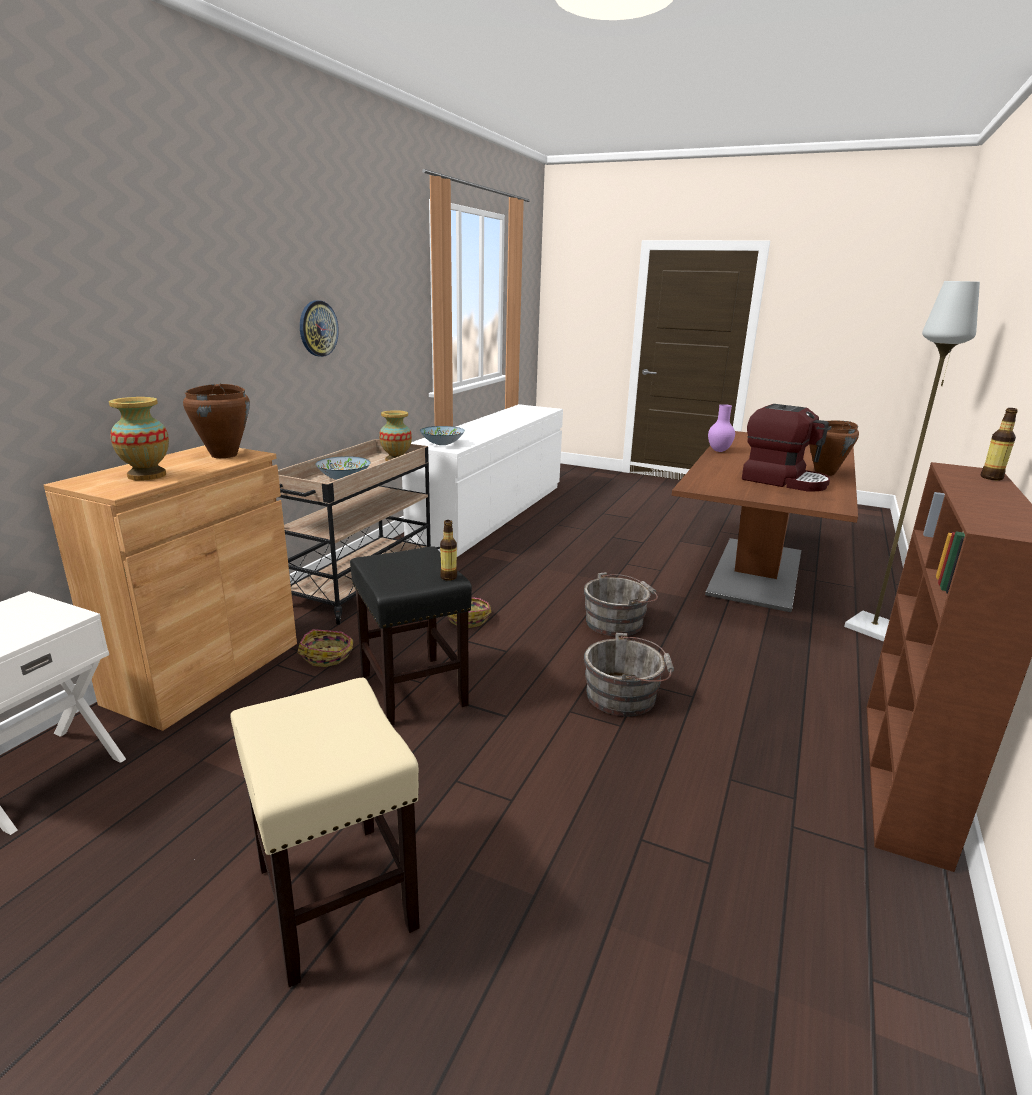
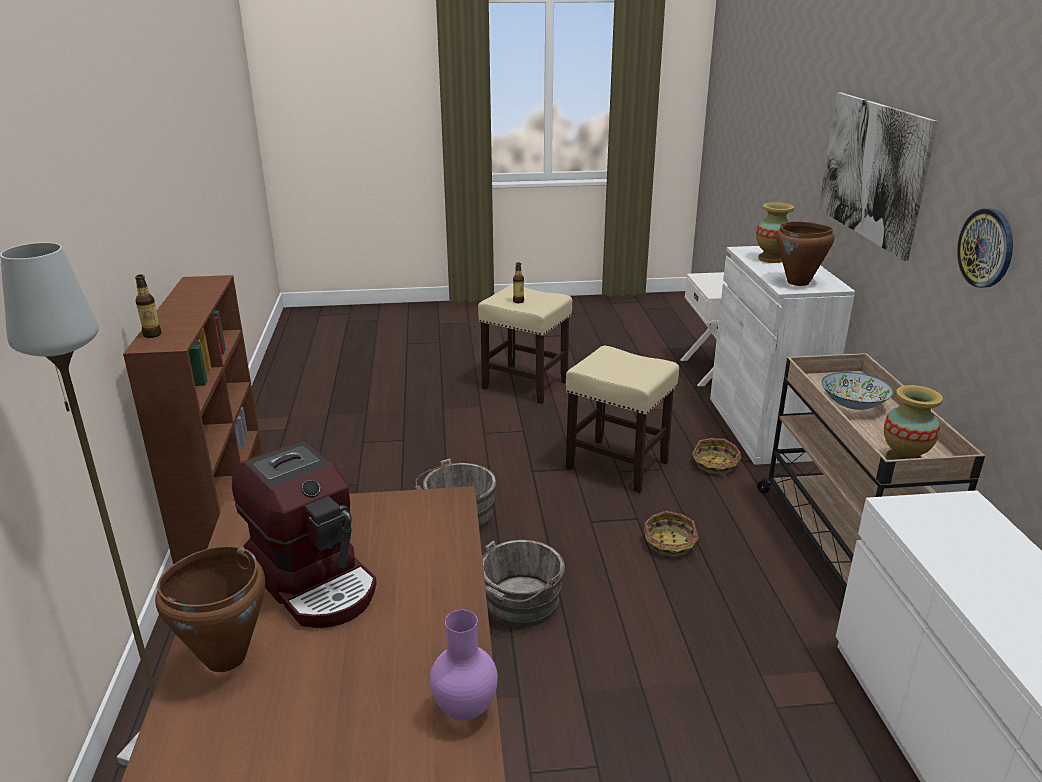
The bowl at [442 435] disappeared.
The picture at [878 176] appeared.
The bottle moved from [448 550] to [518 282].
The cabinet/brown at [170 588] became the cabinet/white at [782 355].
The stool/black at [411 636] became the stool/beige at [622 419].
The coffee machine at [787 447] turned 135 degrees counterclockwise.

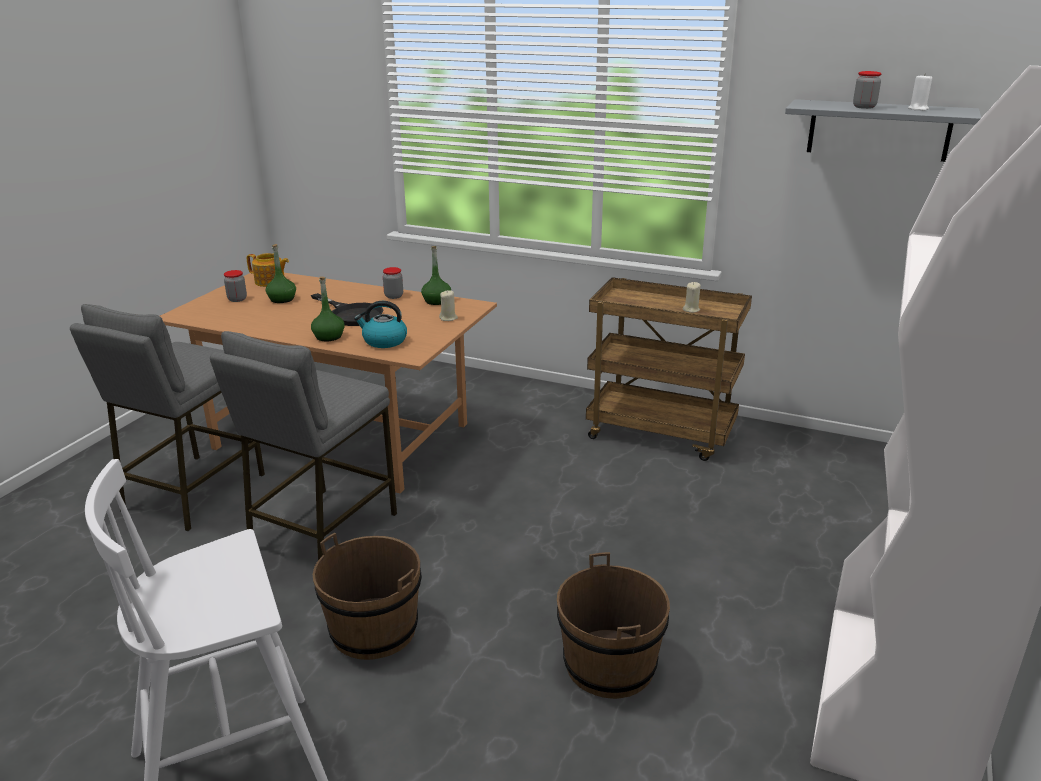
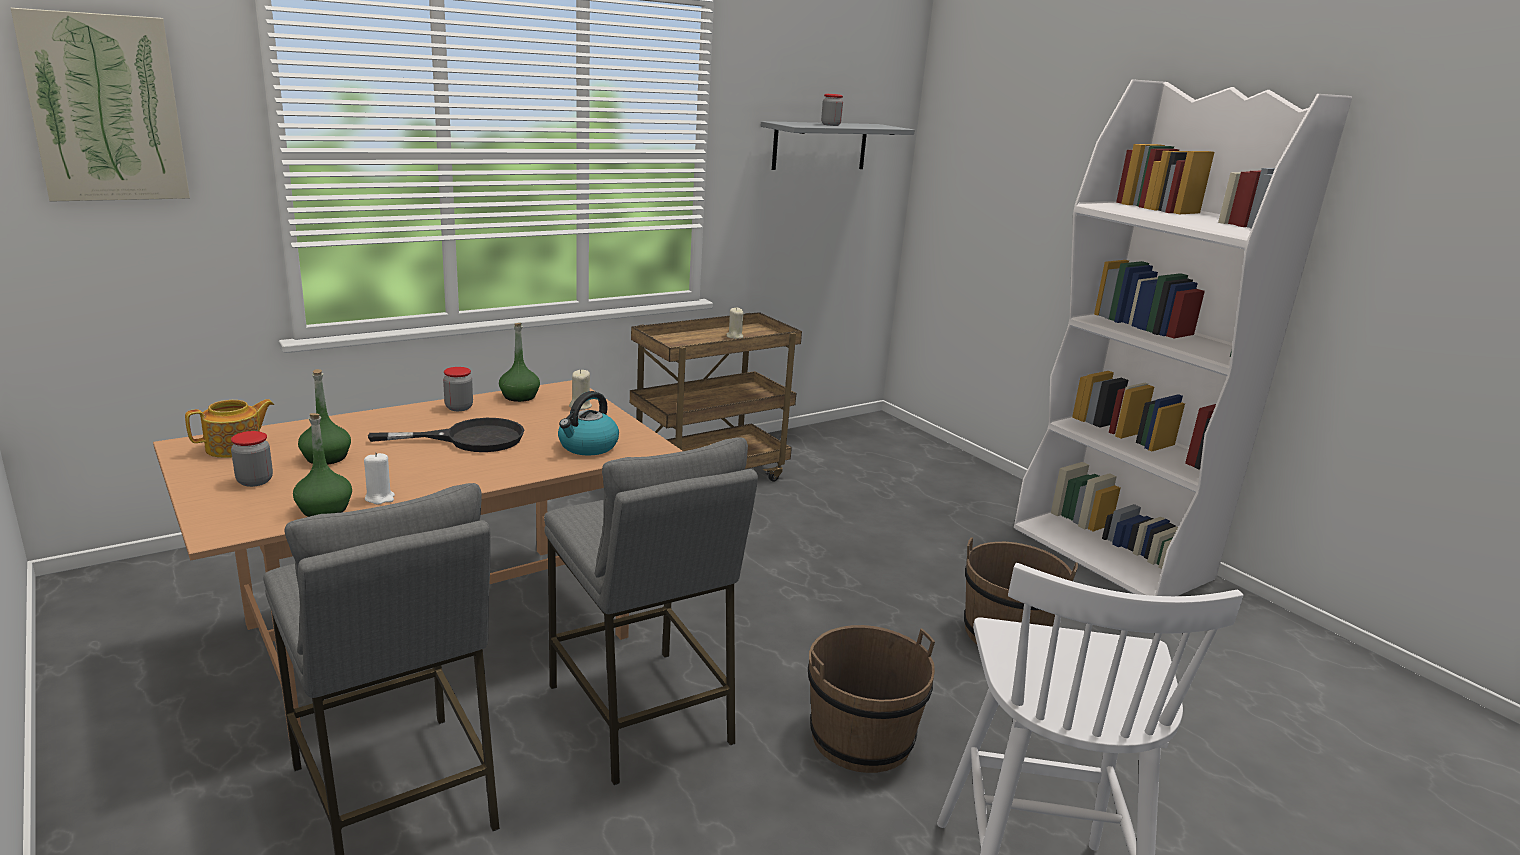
The picture at [100 105] appeared.
The bottle/green moved from [328 308] to [322 465].
The candle/white moved from [920 93] to [379 478].

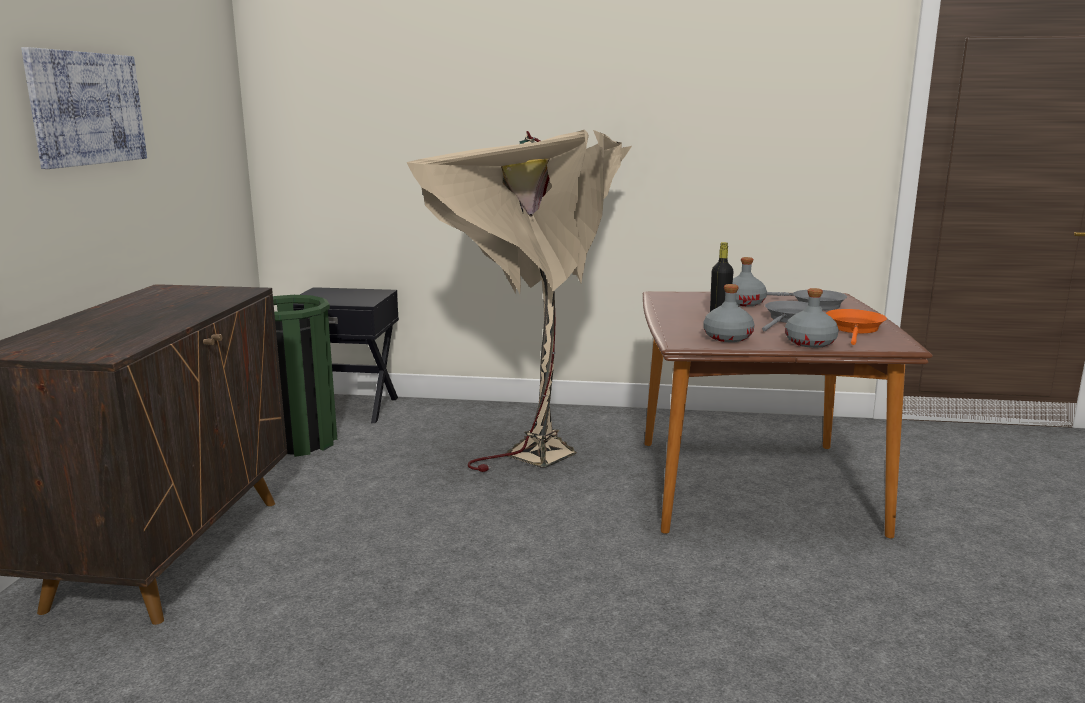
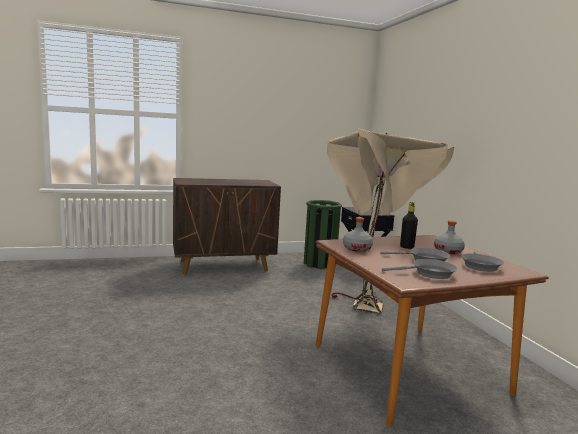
The picture at [84 108] disappeared.
The bottle/grey at [812 318] disappeared.
The frying pan/orange at [856 327] became the frying pan/grey at [419 269].

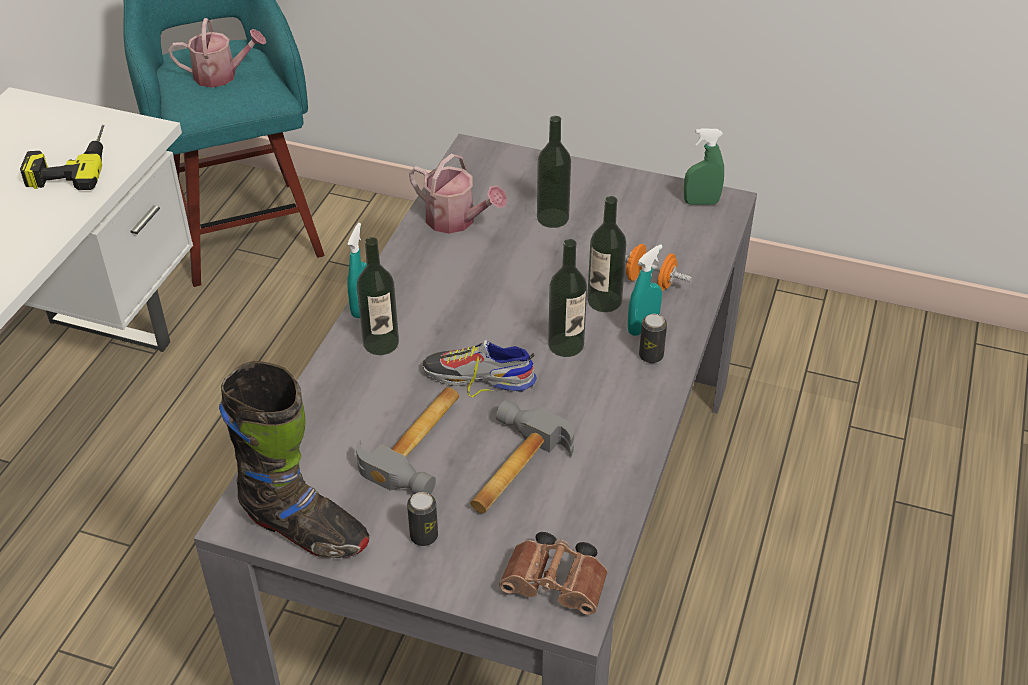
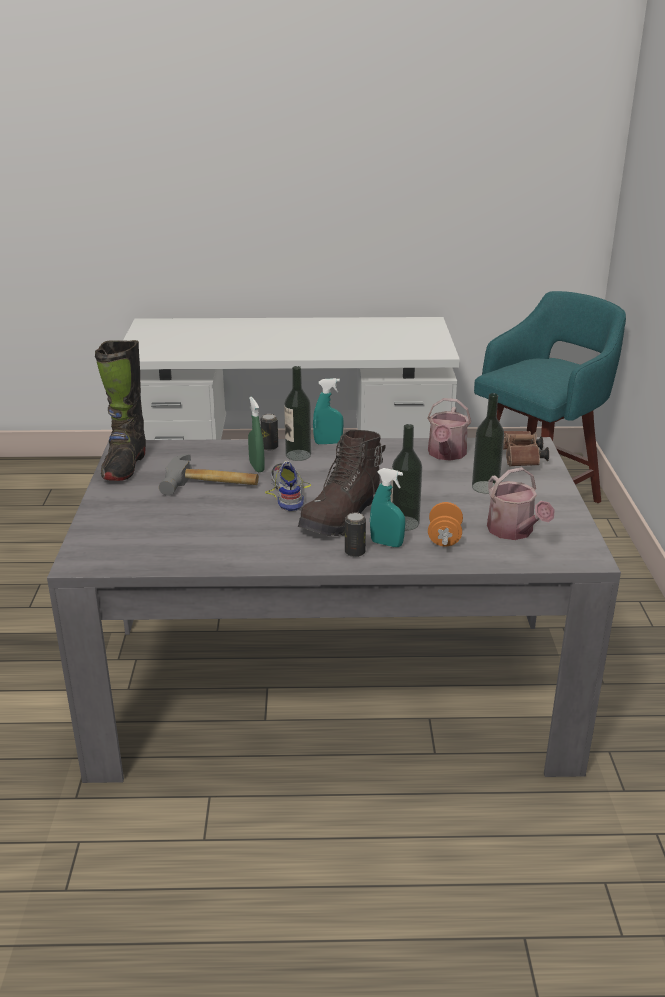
The power drill at [62 157] disappeared.
The hammer at [522 457] disappeared.
The watering can moved from [217 53] to [521 503].
The can moved from [422 519] to [269 432].
The binoculars/brown moved from [553 573] to [526 449].
The spray bottle/green moved from [704 167] to [256 435].
The bottle at [567 298] was replaced by the boot/brown at [342 483].

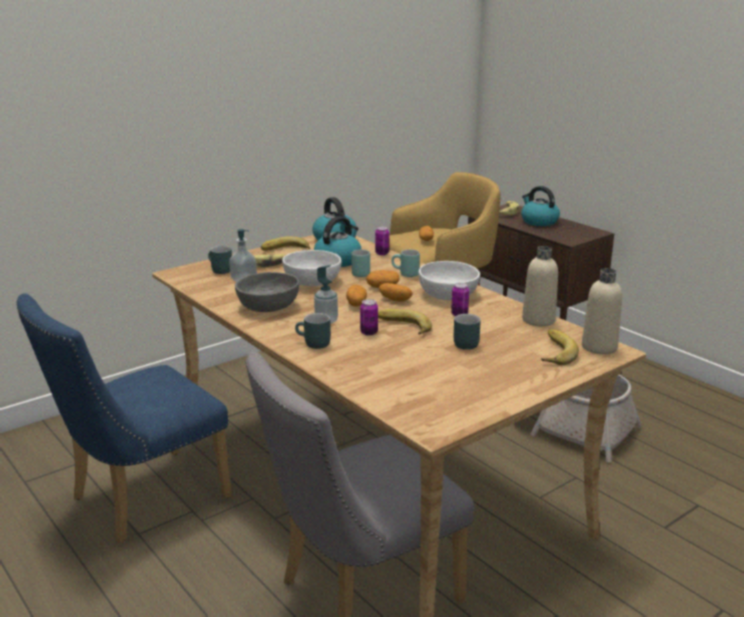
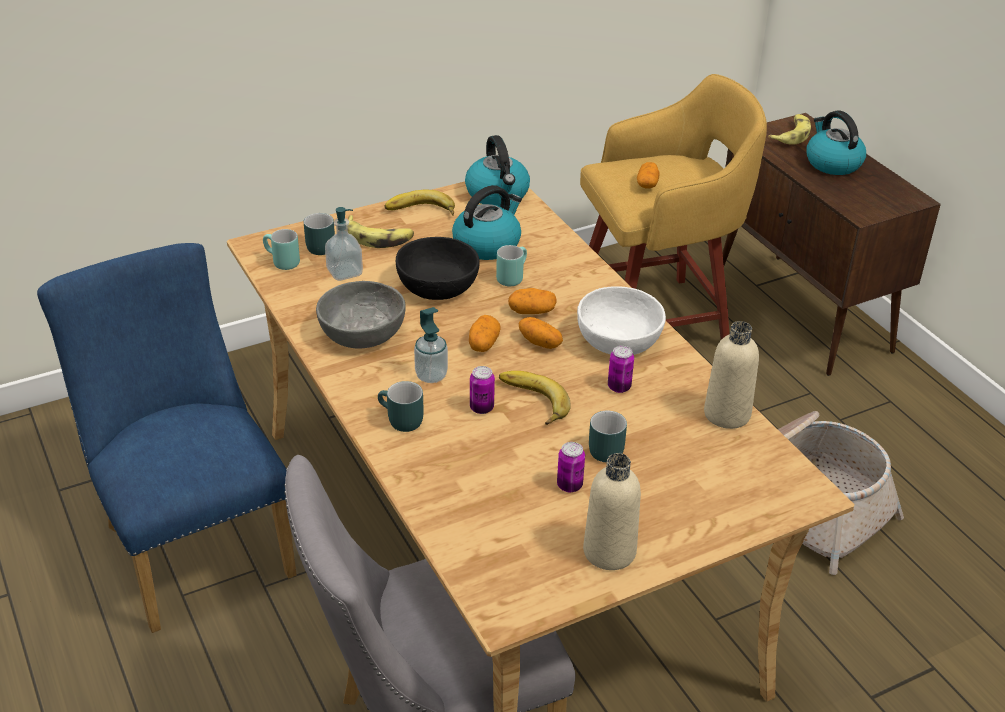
The banana at [560 347] disappeared.
The can moved from [382 240] to [571 467].
The mug/turquoise moved from [405 263] to [281 249].
The bottle/beige moved from [602 311] to [612 511].
The bowl/white at [312 268] became the bowl/black at [438 268].
The chair/blue at [124 418] turned 90 degrees clockwise.

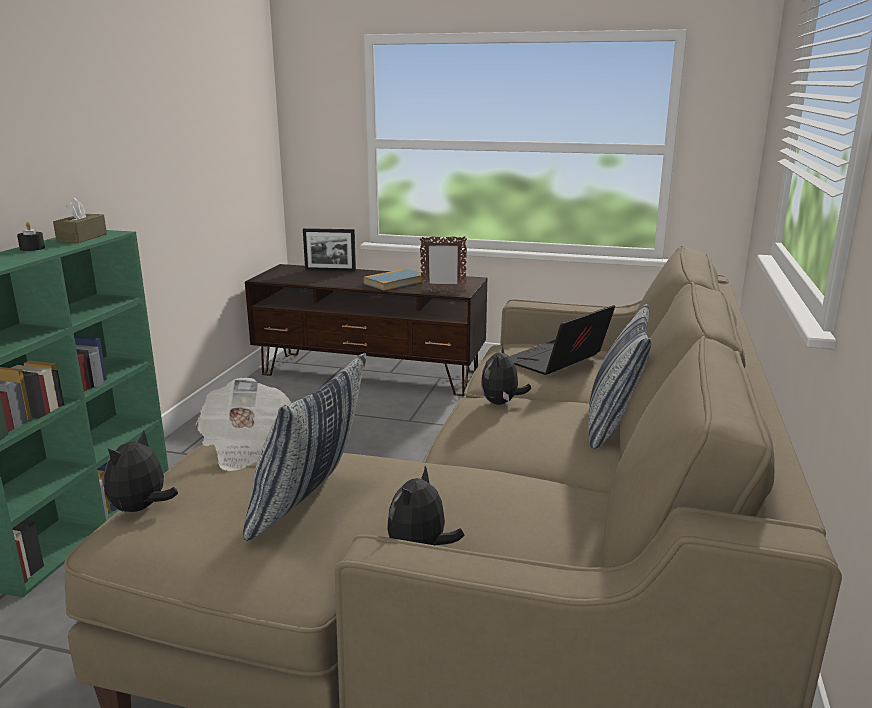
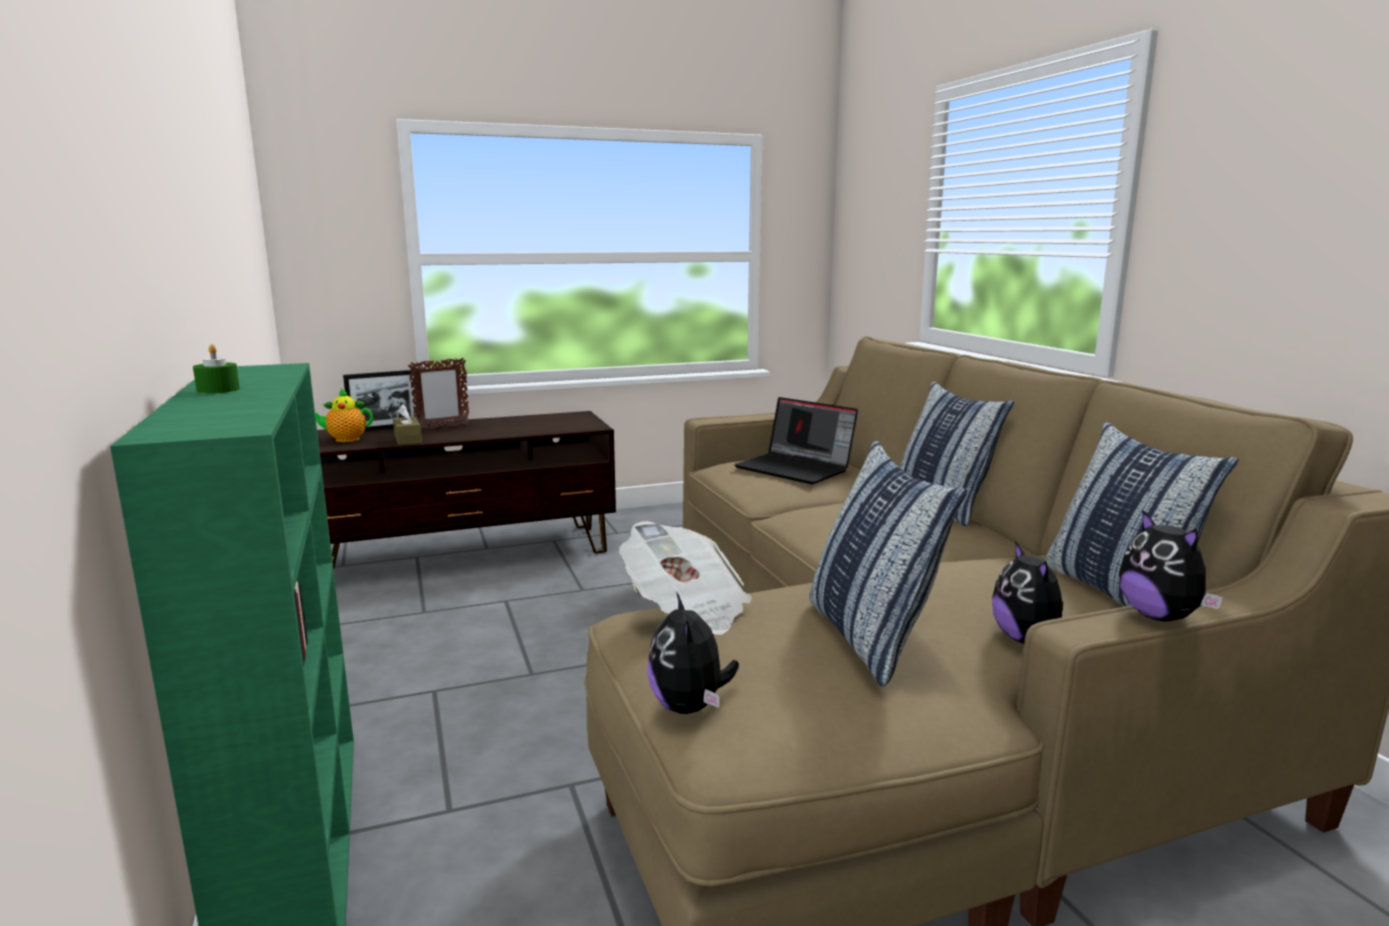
The book at [394 279] disappeared.
The teapot at [344 415] appeared.
The pillow at [1141 514] appeared.
The tissue box/brown moved from [80 220] to [407 424].
The picture frame moved from [443 264] to [439 393].
The plush toy moved from [506 375] to [1171 565].
The candle/black at [31 236] became the candle/green at [216 369].
The laptop at [562 340] turned 60 degrees counterclockwise.

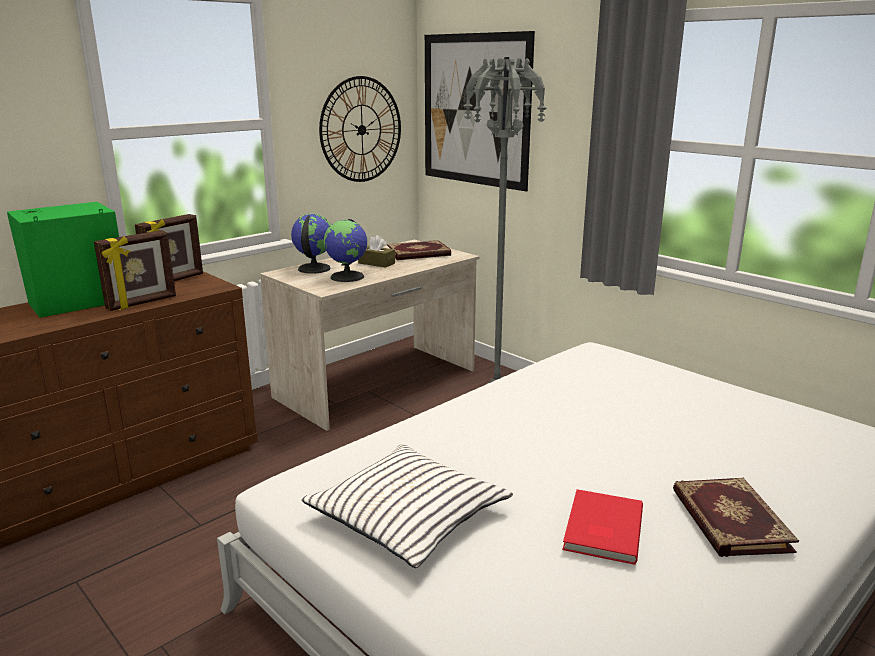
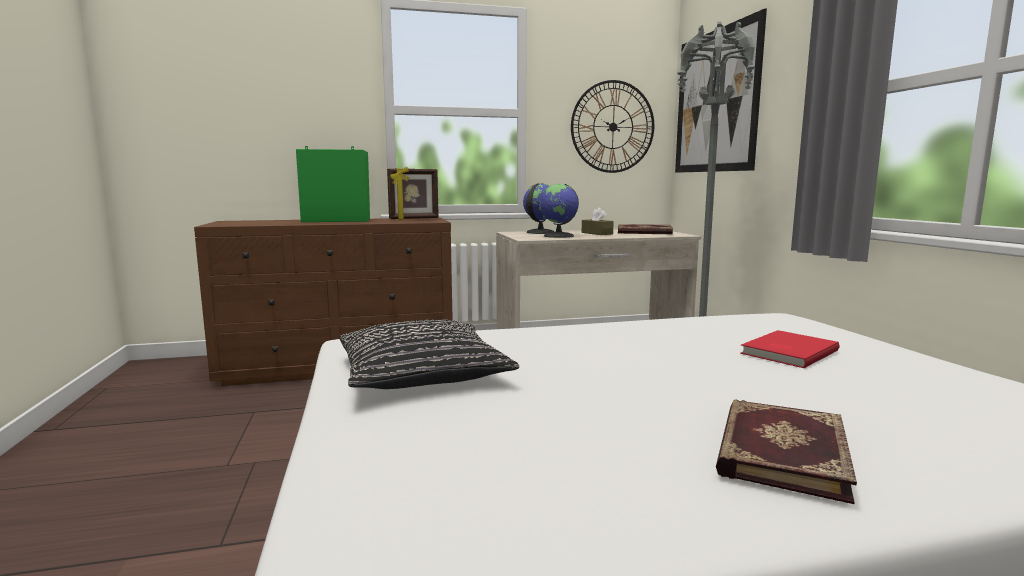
The picture frame at [135 270] disappeared.
The book/red moved from [603 527] to [790 349].
The pillow/white at [407 506] became the pillow/black at [429 354].

